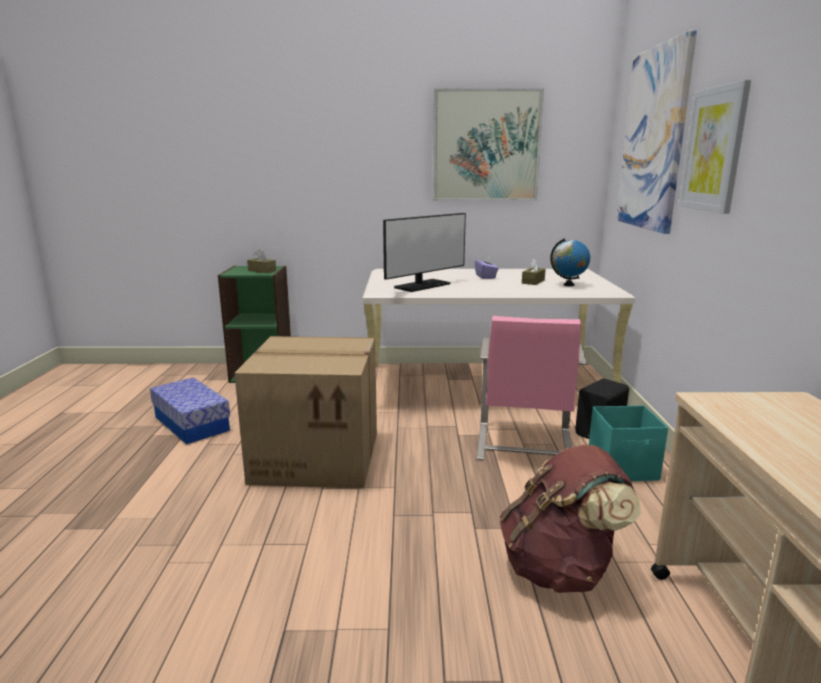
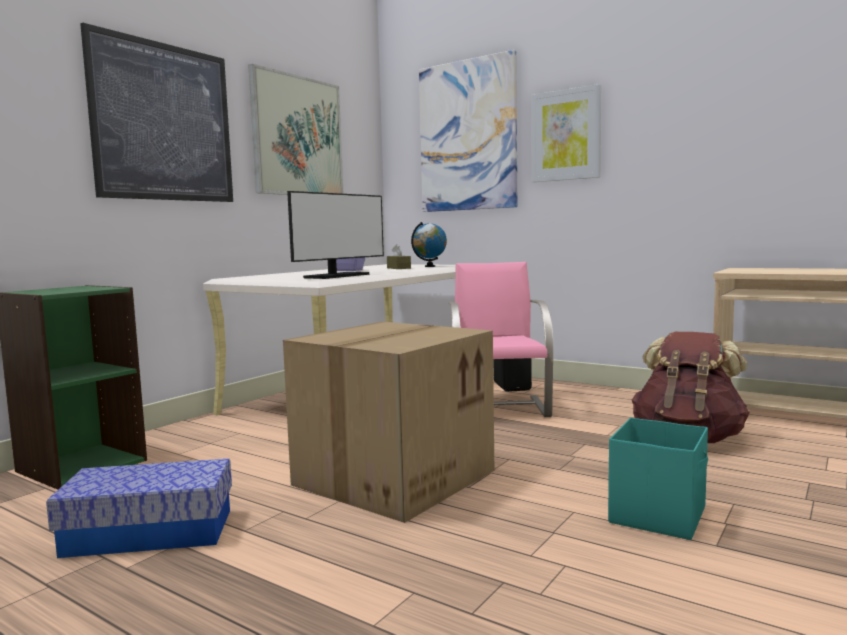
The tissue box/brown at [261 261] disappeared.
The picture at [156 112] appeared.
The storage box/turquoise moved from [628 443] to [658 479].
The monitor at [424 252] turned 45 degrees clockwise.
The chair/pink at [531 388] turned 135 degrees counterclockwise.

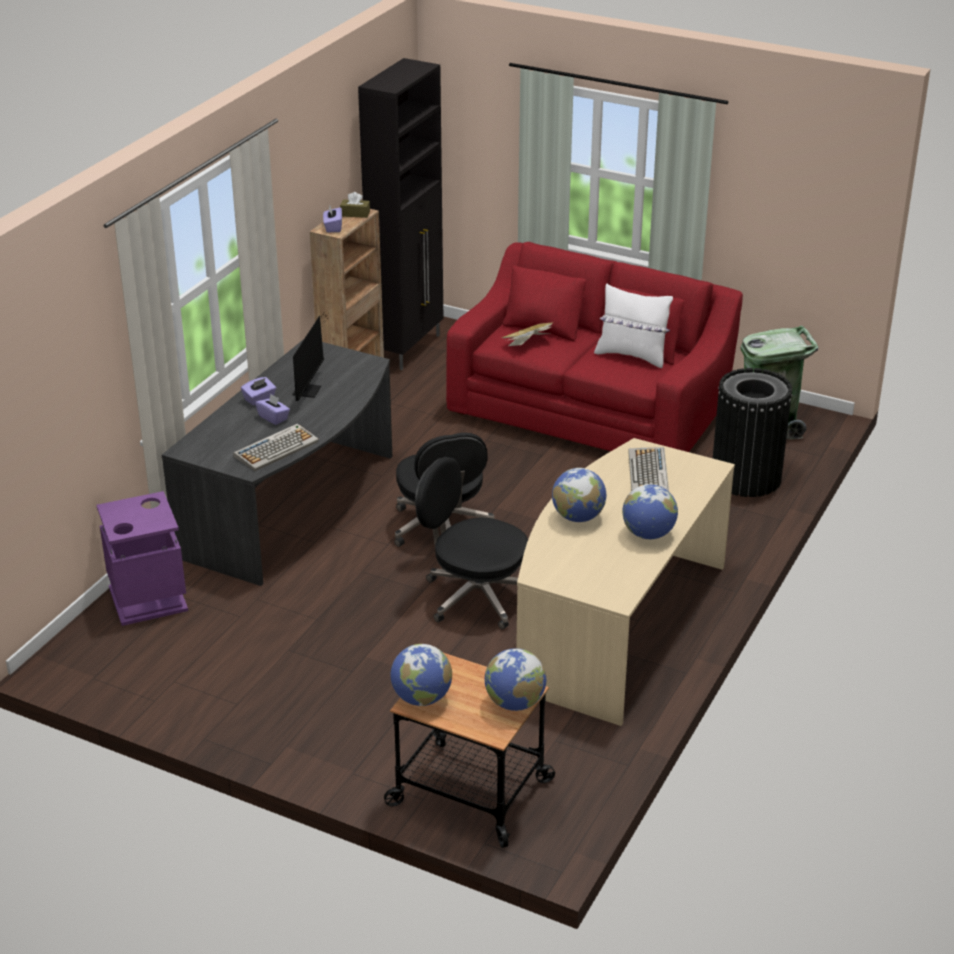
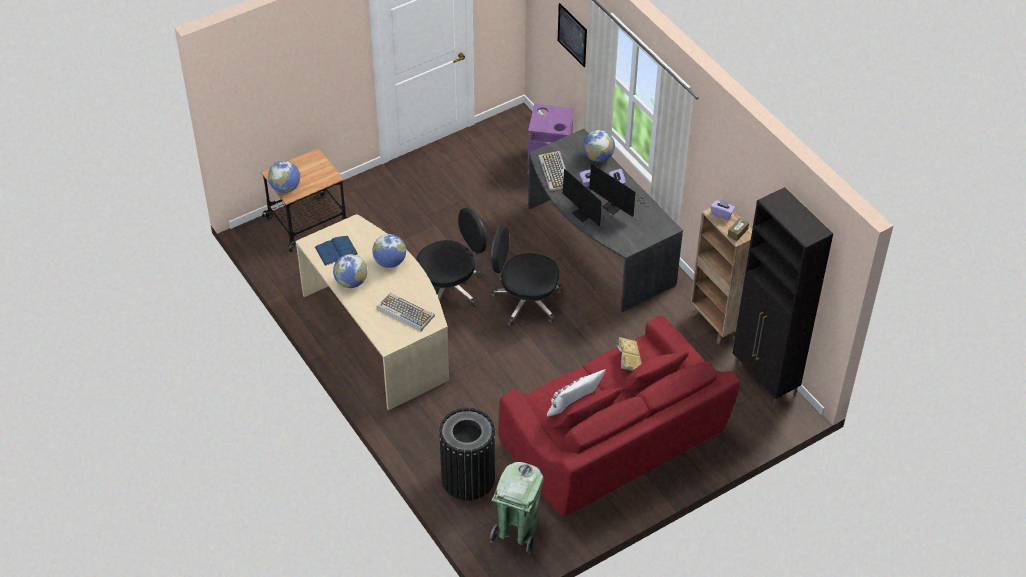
The book/blue at [336 251] appeared.
The picture at [572 35] appeared.
The monitor at [586 197] appeared.
The globe moved from [421 675] to [599 146].

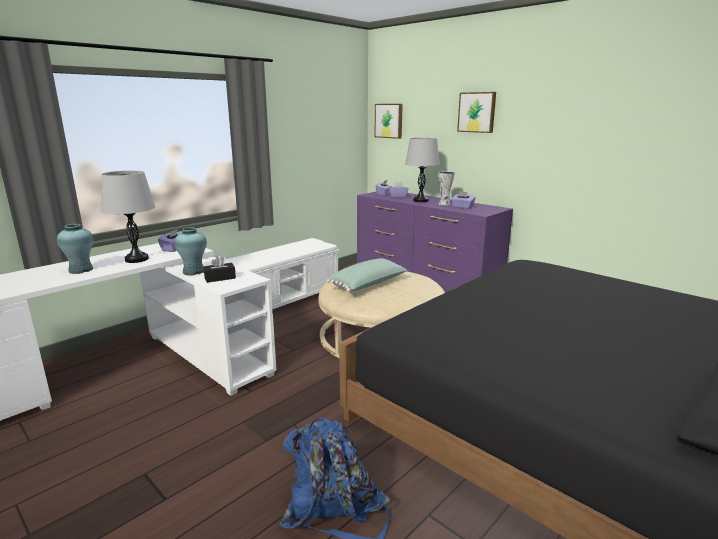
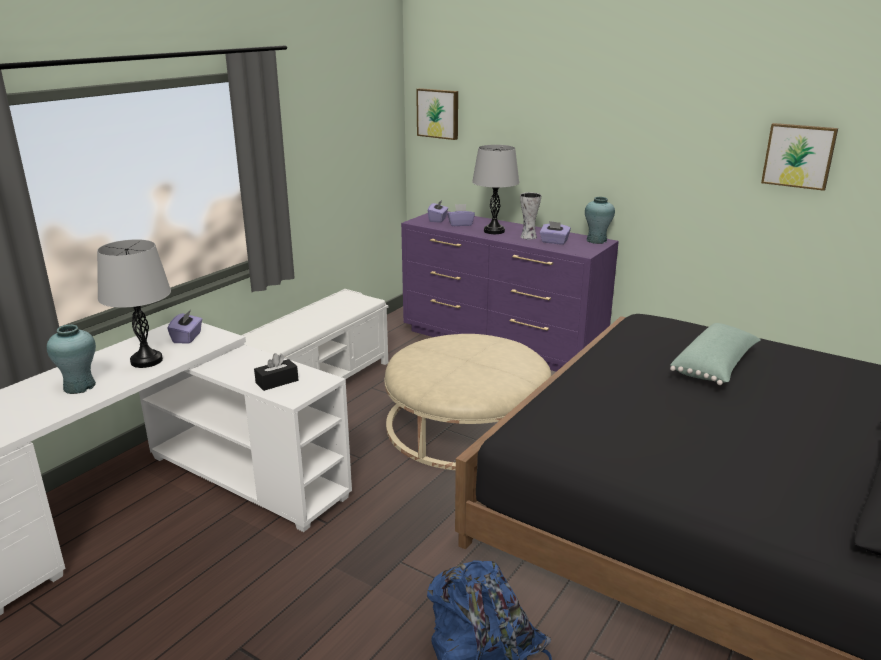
The vase/turquoise moved from [191 251] to [600 220].
The pillow/green moved from [367 275] to [715 354].
The picture moved from [476 112] to [799 157].

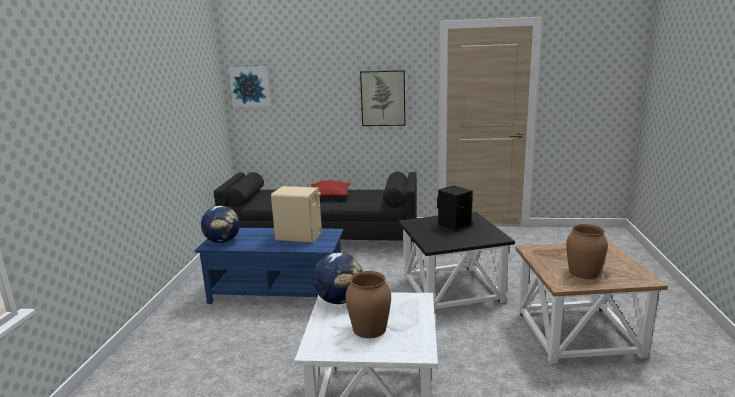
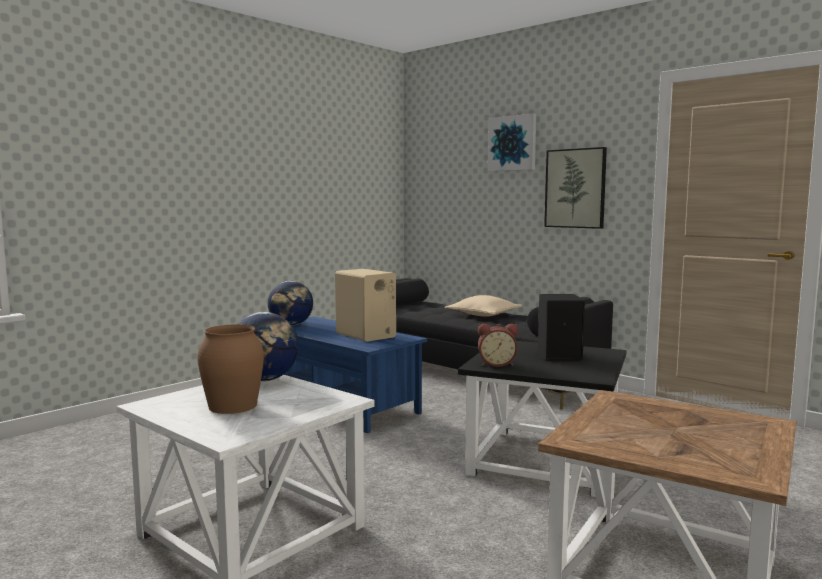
The vase/brown at [587 251] disappeared.
The alarm clock at [498 345] appeared.
The picture moved from [249 87] to [512 142].
The pillow/red at [331 188] became the pillow/beige at [483 306].

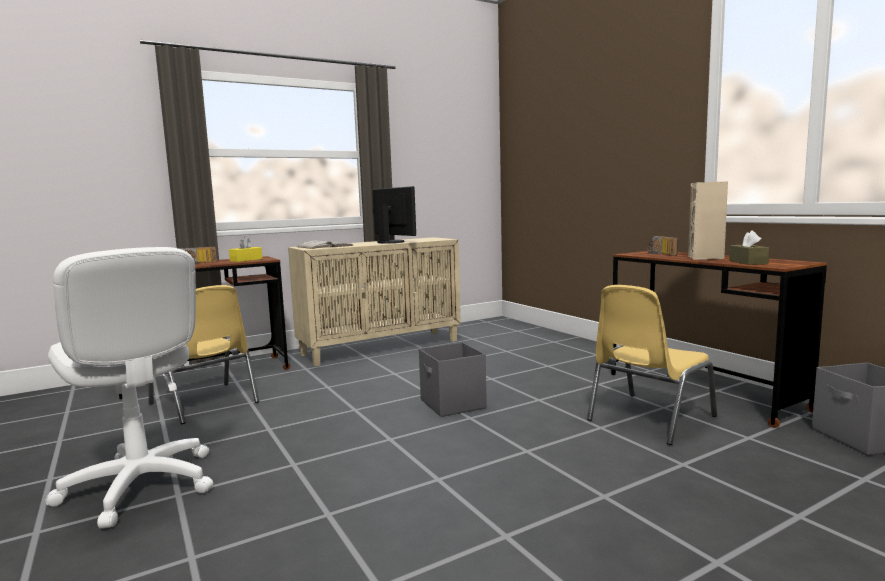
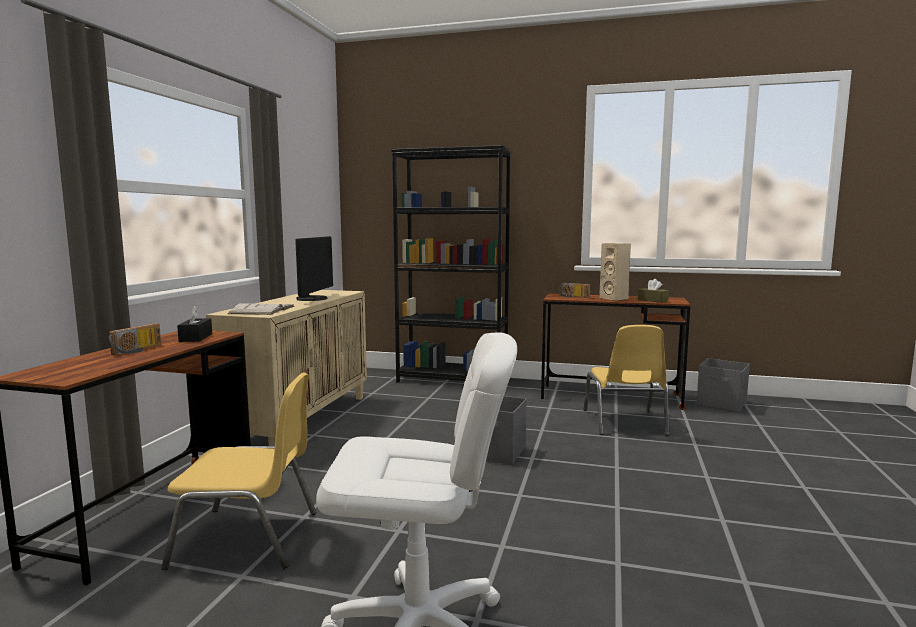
The bookcase/black at [451 263] appeared.
The tissue box/yellow at [245 249] became the tissue box/black at [194 324].
The monitor at [394 215] turned 90 degrees clockwise.

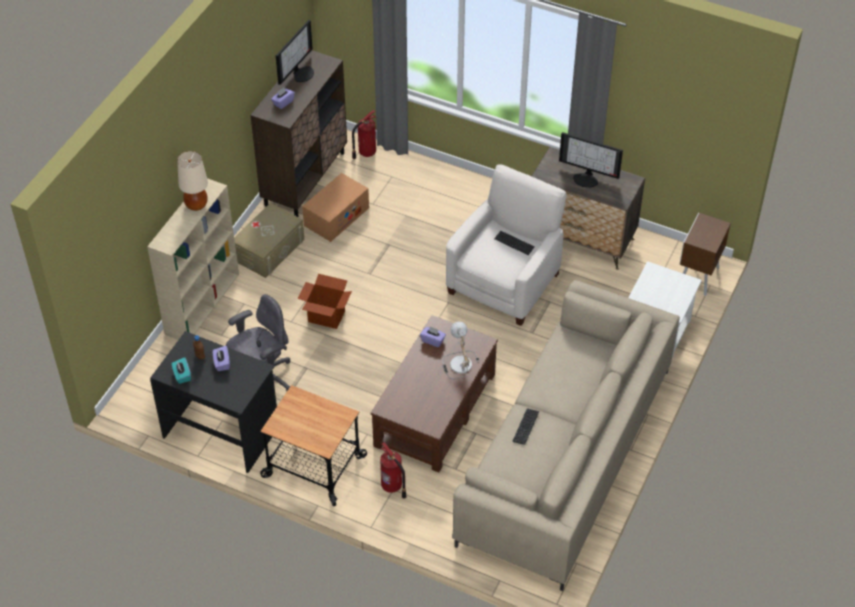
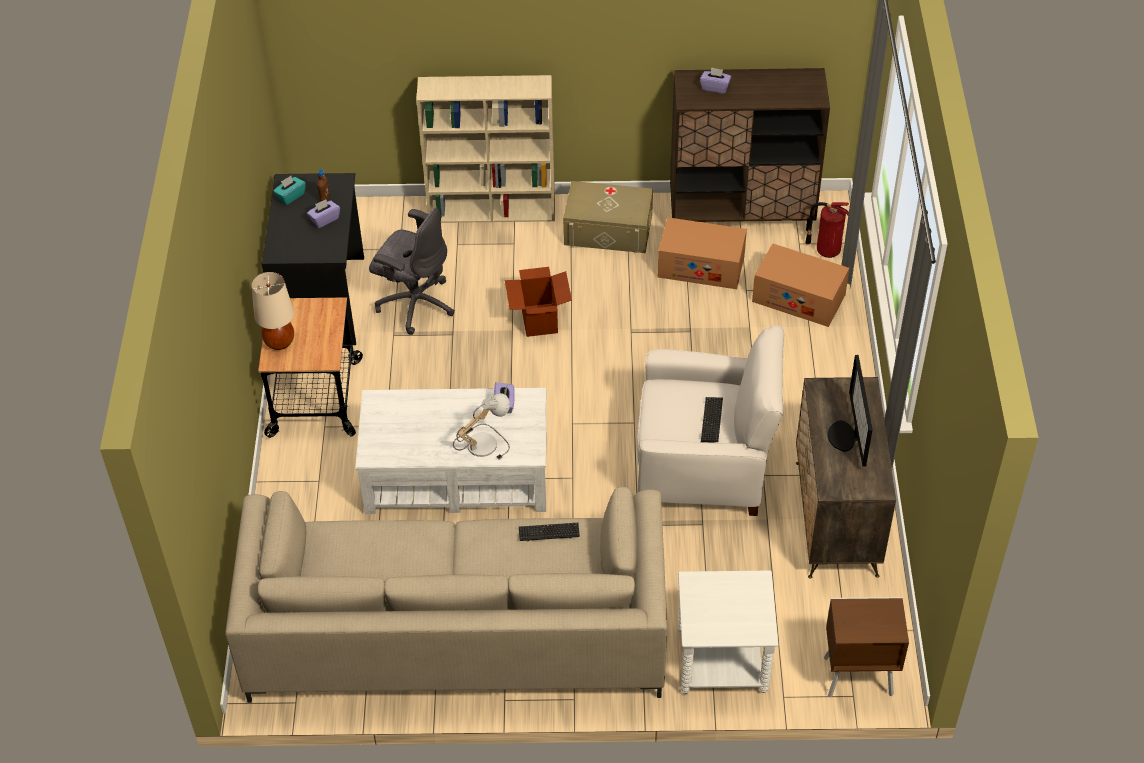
The monitor at [295 52] disappeared.
The fire extinguisher at [393 470] disappeared.
The cardboard box at [800 285] appeared.
The table lamp/beige moved from [192 181] to [273 311].
The keyboard moved from [525 426] to [549 532].
The coffee table/brown at [434 393] became the coffee table/white at [451 451].

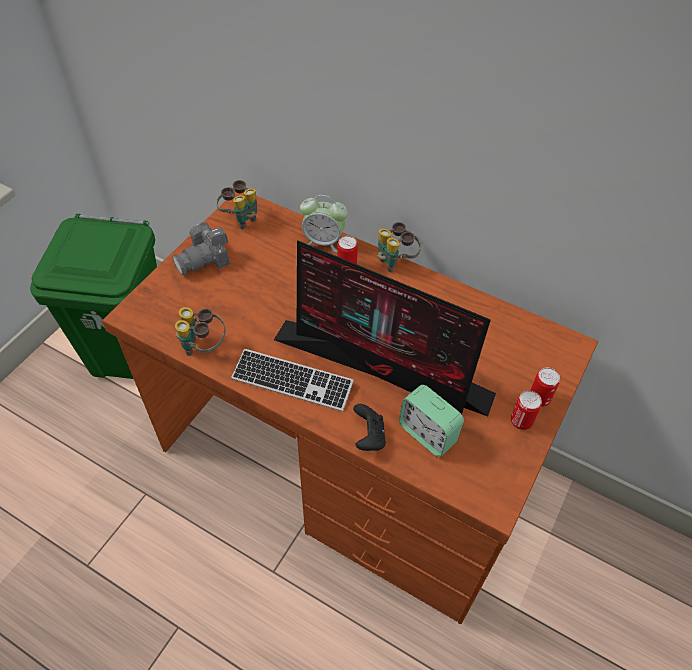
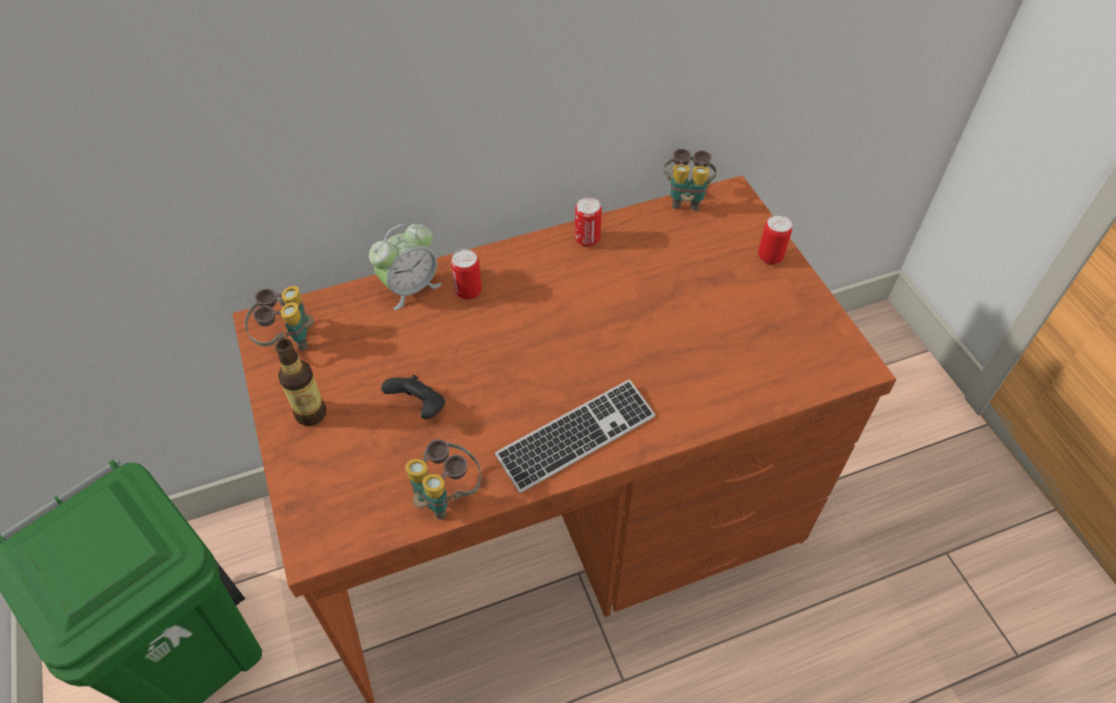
The monitor at [385 328] disappeared.
The alarm clock at [431 421] disappeared.
The game controller/black moved from [369 427] to [413 397].
The binoculars moved from [399 247] to [690 179].
The can moved from [526 410] to [588 222].
The photo camera at [201 248] was replaced by the bottle at [300 382].

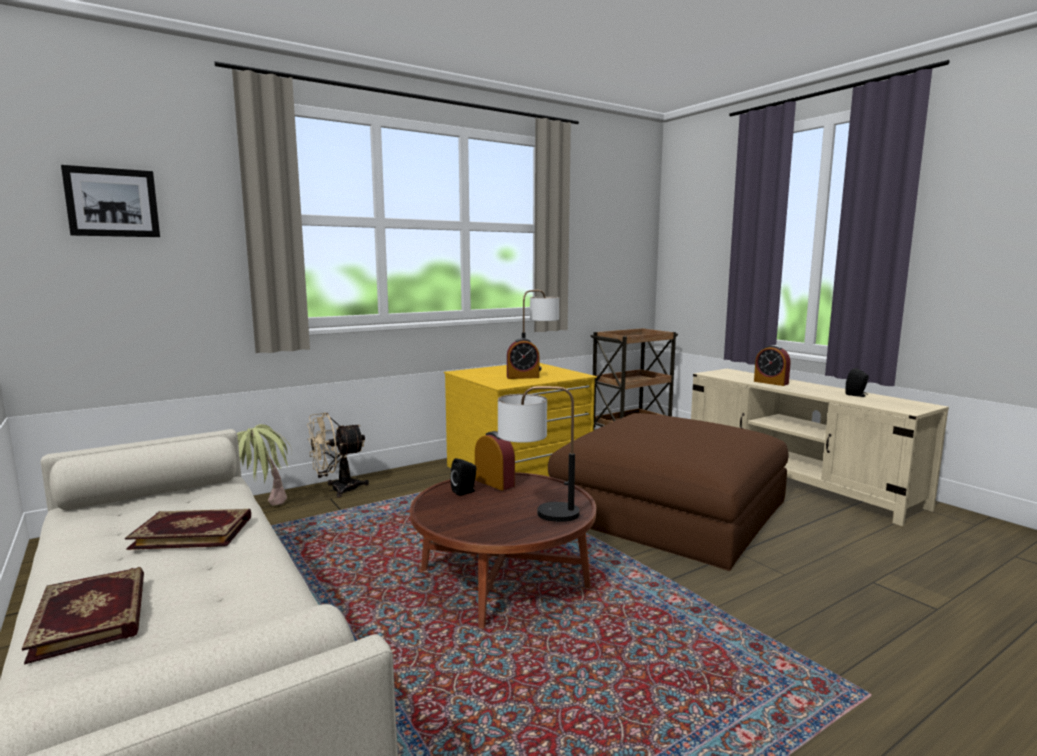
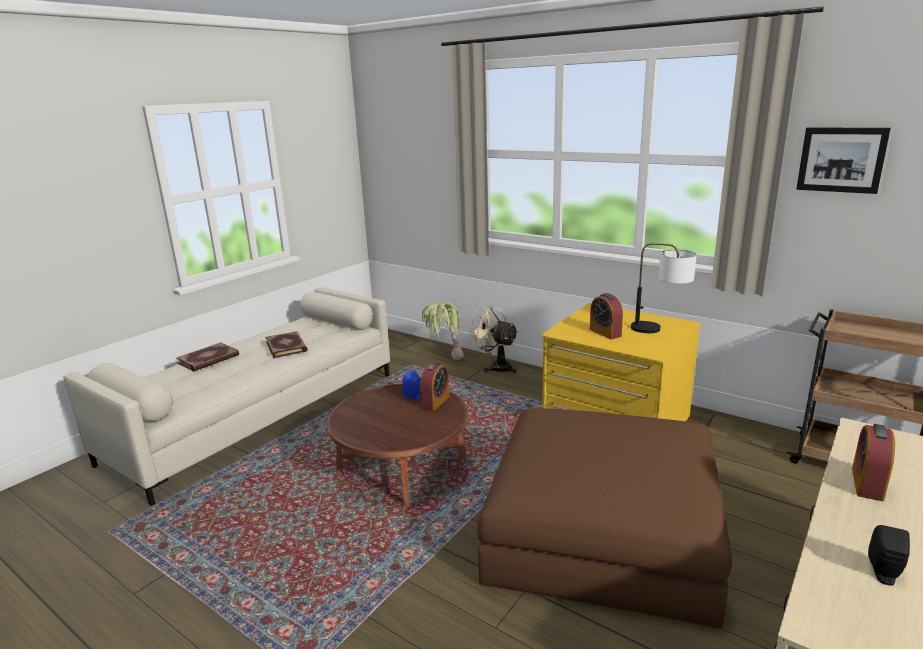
The table lamp at [539 454] disappeared.
The picture moved from [110 201] to [843 161].
The speaker/black at [463 477] became the speaker/blue at [411 385].

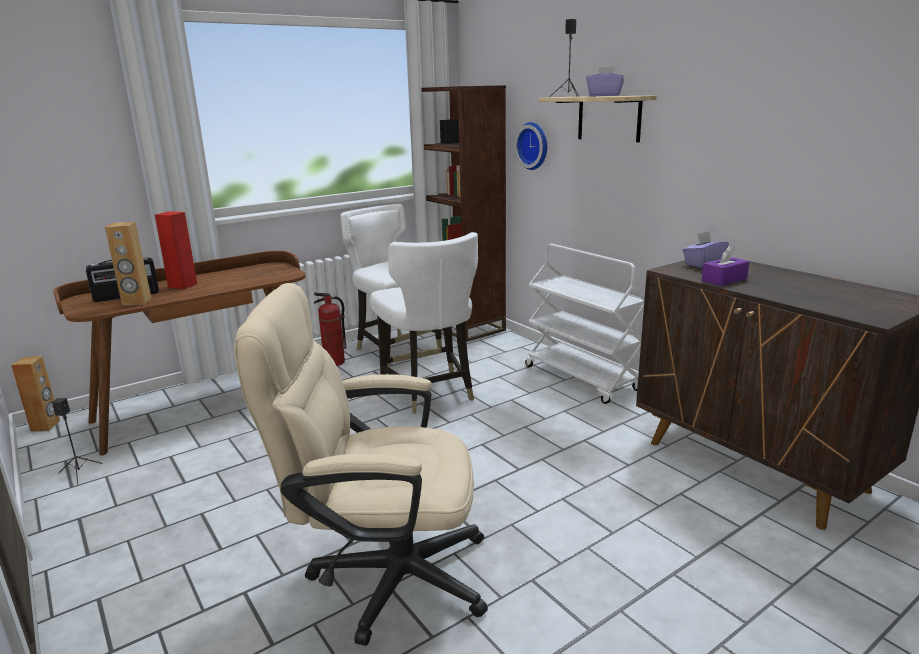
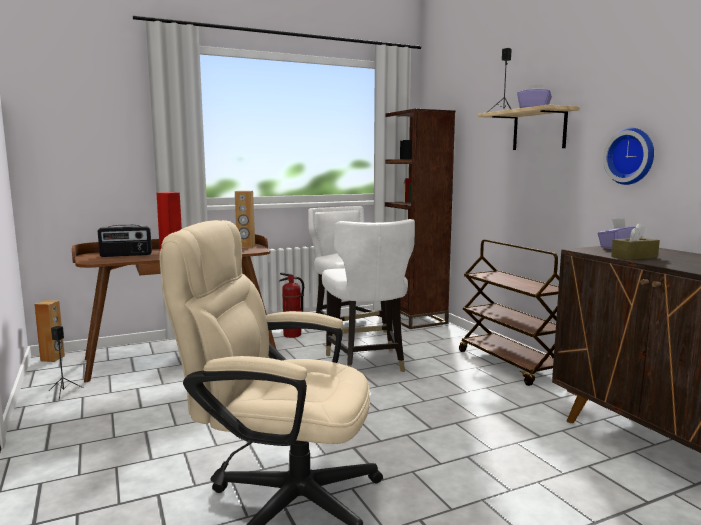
The speaker/brown moved from [128 264] to [245 219].
The wall clock moved from [530 146] to [628 156].
The cart/white at [585 324] became the cart/brown at [509 313].
The tissue box/purple at [725 265] became the tissue box/brown at [635 241].

